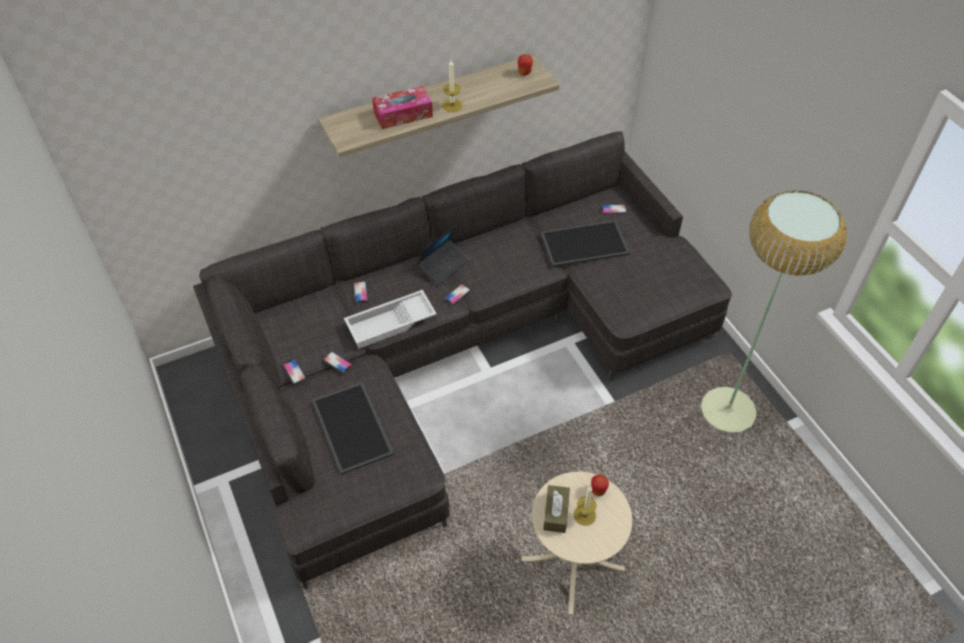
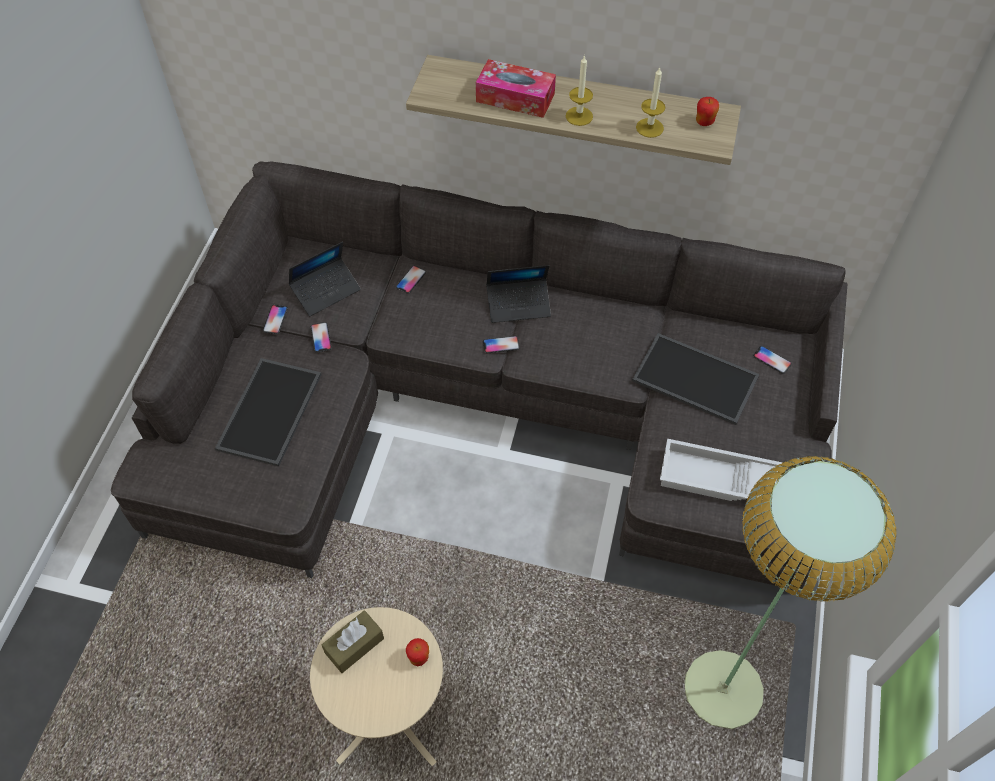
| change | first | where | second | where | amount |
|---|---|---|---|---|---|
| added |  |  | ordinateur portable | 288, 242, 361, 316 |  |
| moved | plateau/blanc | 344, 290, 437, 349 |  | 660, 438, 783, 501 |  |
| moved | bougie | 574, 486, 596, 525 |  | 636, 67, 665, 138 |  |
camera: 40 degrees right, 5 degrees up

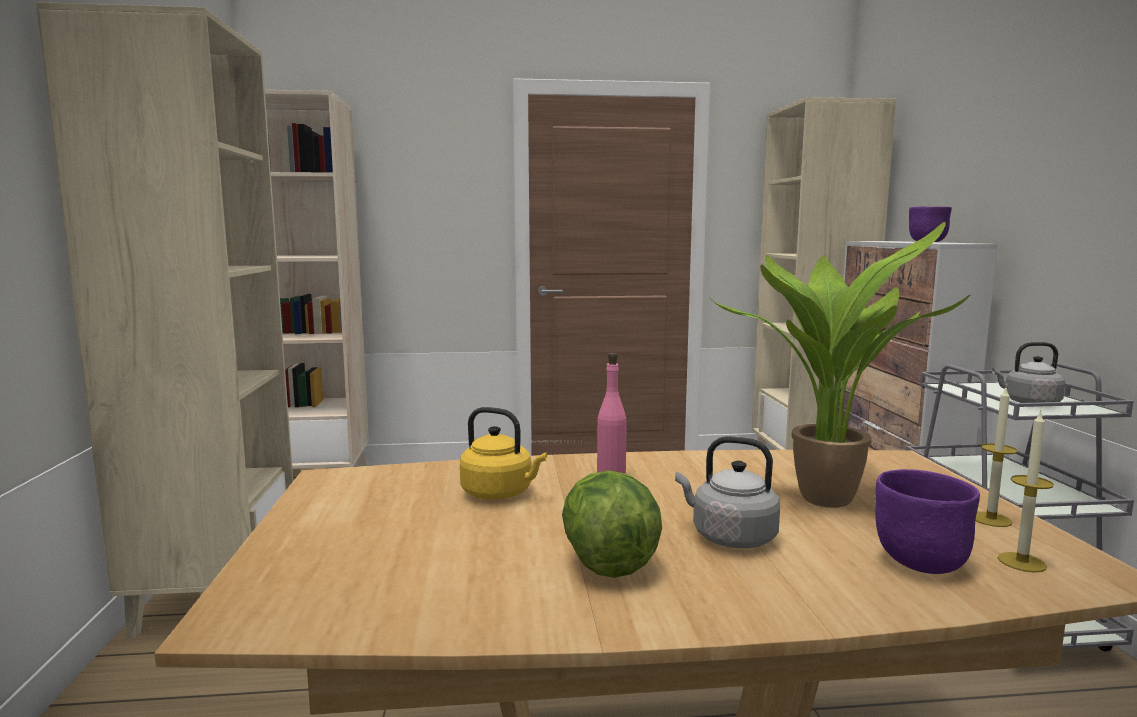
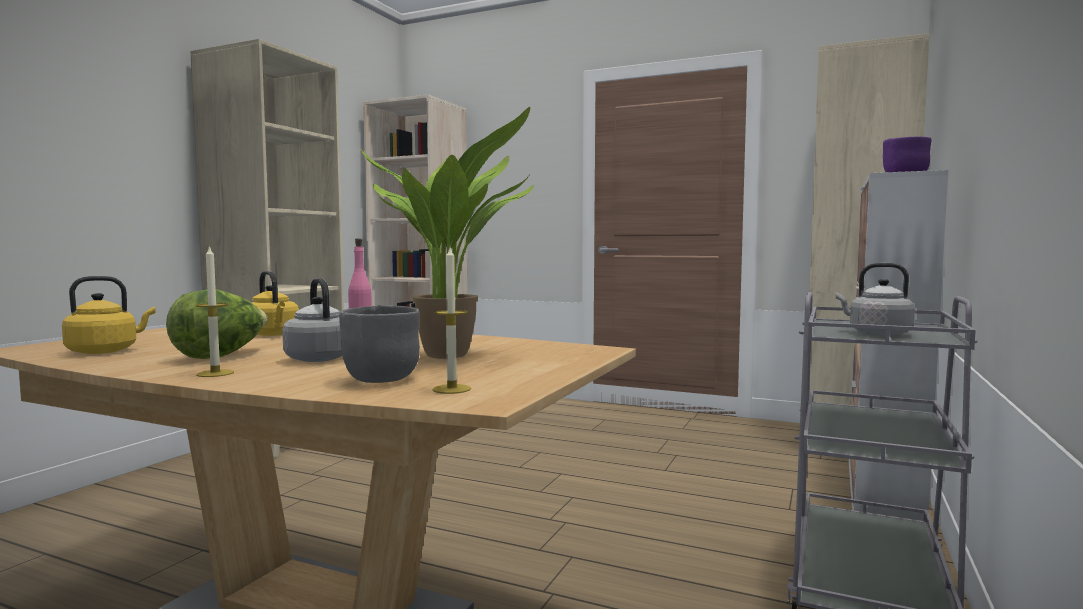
| change | first | where | second | where | amount |
|---|---|---|---|---|---|
| added |  |  | bouilloire/jaune | 62, 276, 156, 354 |  |
| moved | bougie | 975, 386, 1018, 527 |  | 196, 245, 234, 377 |  |
| recoloured | bol/violet | 875, 469, 980, 574 | bol/gris | 339, 305, 420, 383 |  |
camera: 30 degrees right, 5 degrees down

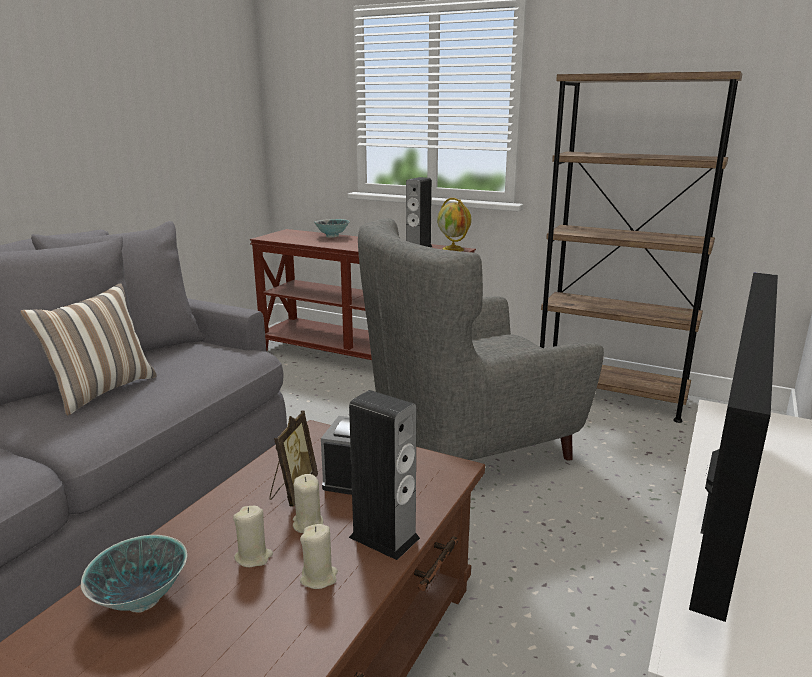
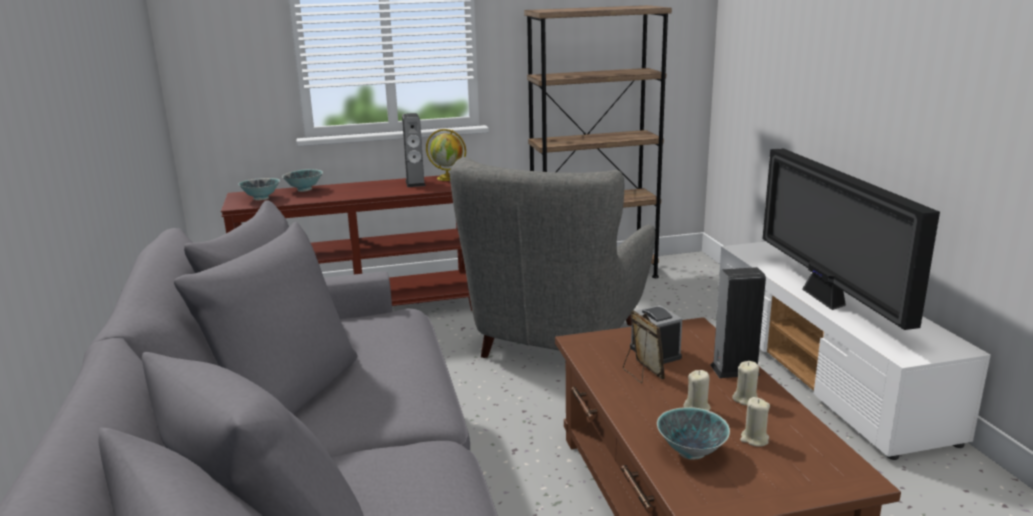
| change | first | where | second | where | amount |
|---|---|---|---|---|---|
| removed | coussin | 21, 283, 157, 415 |  |  |  |
| added |  |  | bol | 238, 178, 280, 201 |  |
| moved | bougie/beige | 293, 474, 323, 533 |  | 740, 397, 770, 447 |  |
camera: 40 degrees left, 0 degrees up

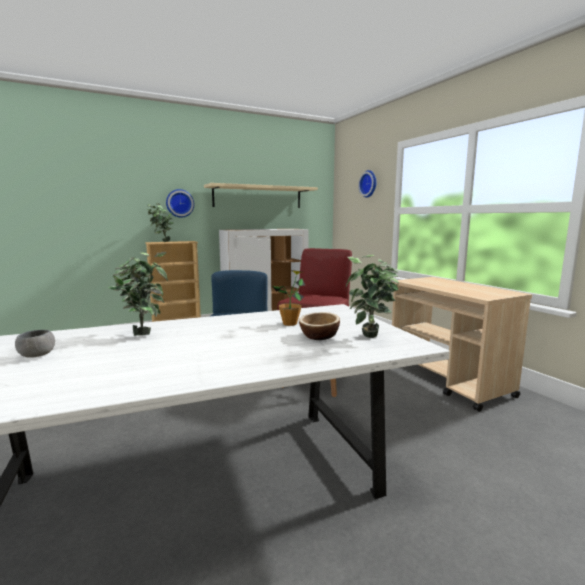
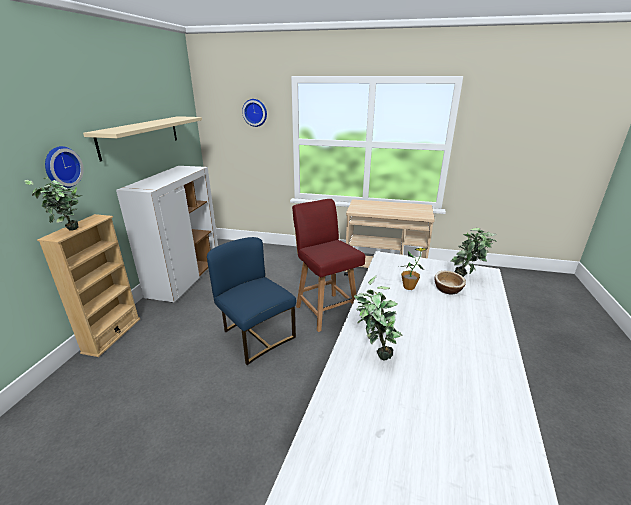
| change | first | where | second | where | amount |
|---|---|---|---|---|---|
| removed | bol/gris | 15, 330, 55, 358 |  |  |  |
camera: 50 degrees left, 15 degrees up

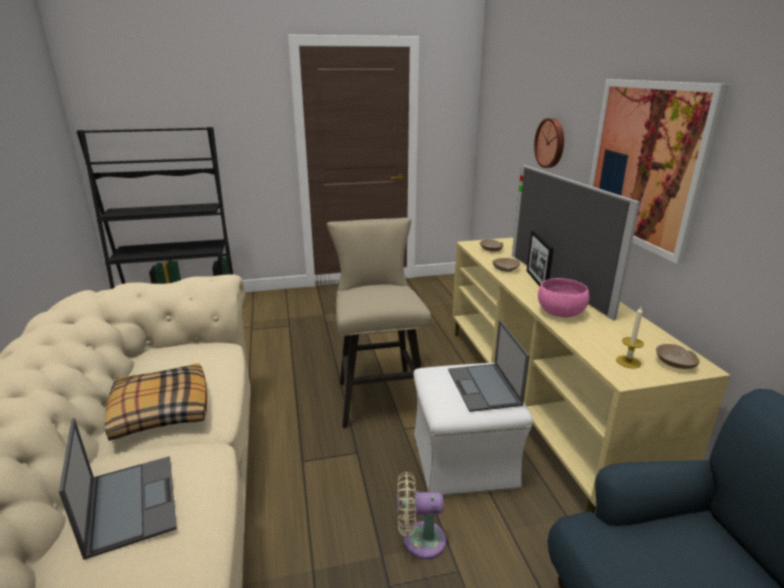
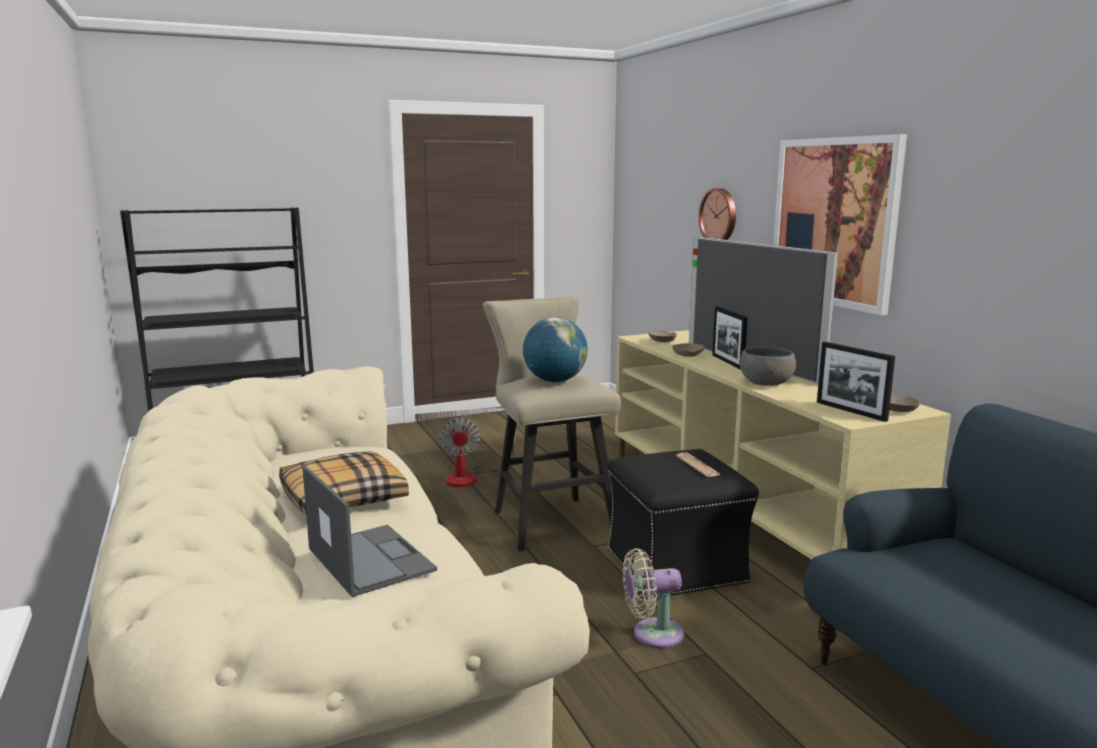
| change | first | where | second | where | amount |
|---|---|---|---|---|---|
| added |  |  | ventilateur | 439, 417, 516, 487 |  |
| added |  |  | globe | 523, 317, 588, 382 |  |
| replaced | ordinateur portable | 448, 320, 530, 412 | journal | 676, 453, 721, 477 |  |
| replaced | bougie | 616, 307, 644, 369 | cadre photo | 817, 342, 895, 422 |  |
| recoloured | pouf/blanc | 413, 363, 533, 496 | pouf/noir | 608, 449, 759, 599 |  |
| recoloured | bol/rose | 538, 278, 589, 317 | bol/gris | 740, 347, 796, 386 |  |
camera: 10 degrees left, 10 degrees down

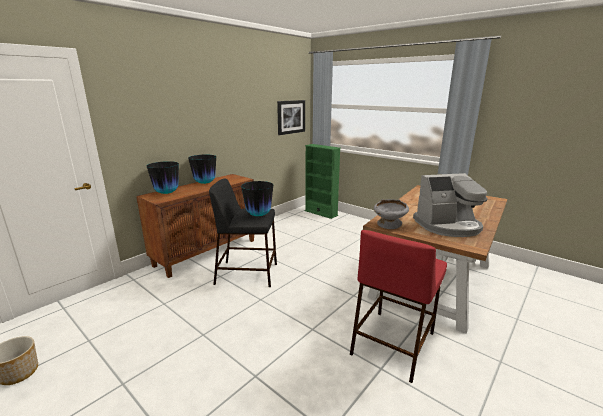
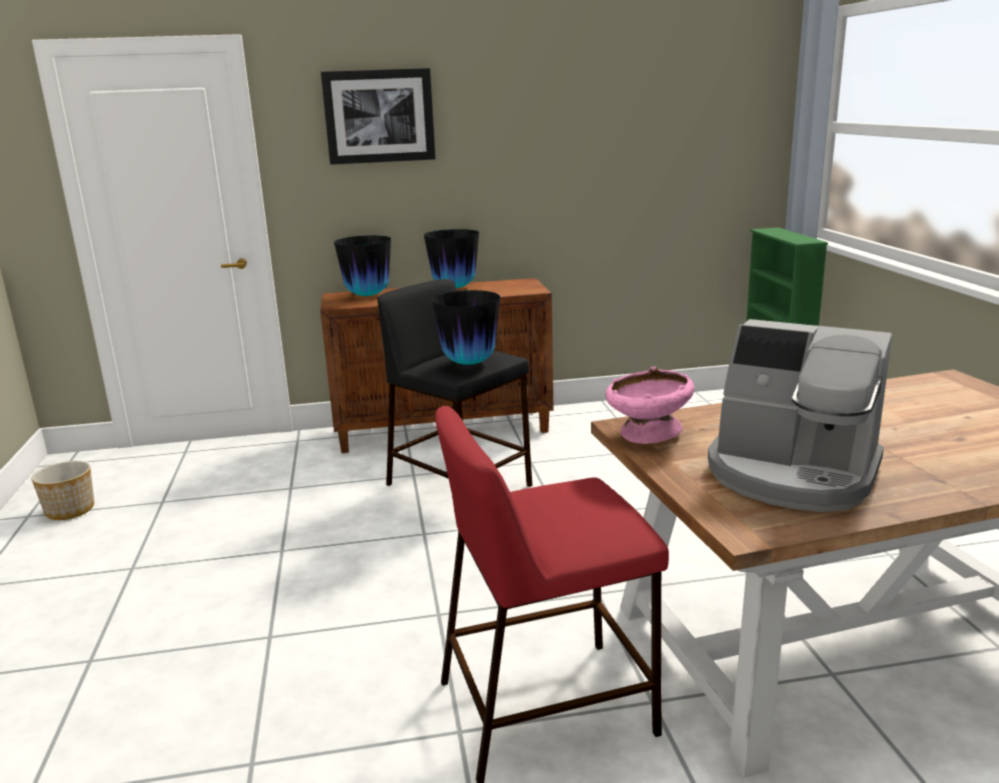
| change | first | where | second | where | amount |
|---|---|---|---|---|---|
| moved | tableau | 277, 100, 305, 135 |  | 321, 68, 436, 165 |  |
| recoloured | bol/gris | 374, 199, 409, 229 | bol/rose | 605, 367, 694, 444 |  |
camera: 40 degrees right, 0 degrees up

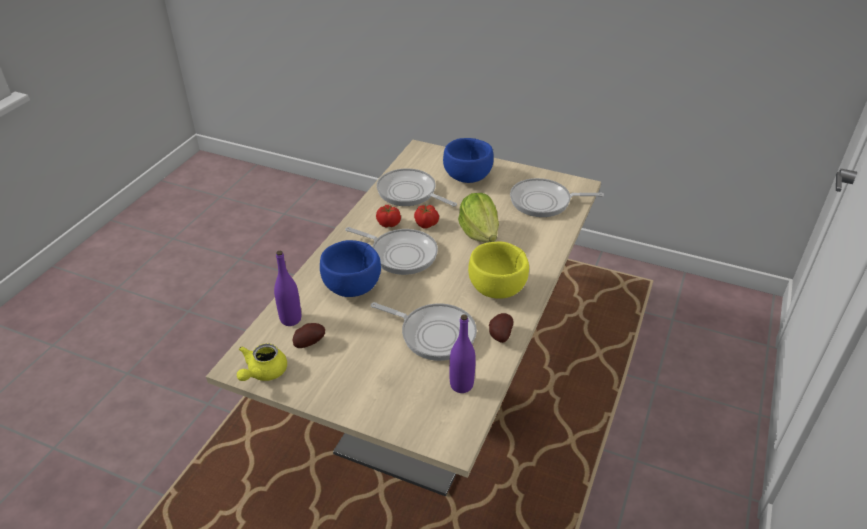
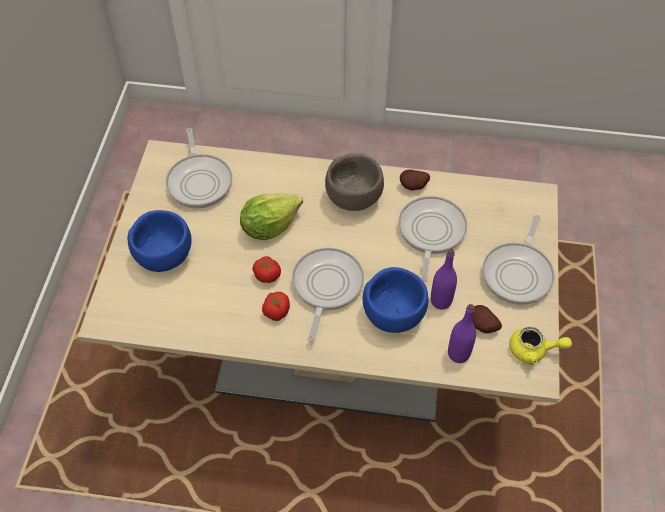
| change | first | where | second | where | amount |
|---|---|---|---|---|---|
| moved | poêle | 377, 168, 457, 207 |  | 482, 215, 555, 305 |  |
| moved | bouteille/violet | 450, 315, 476, 393 |  | 431, 249, 457, 310 |  |
| recoloured | bol/jaune | 468, 242, 529, 299 | bol/marron | 325, 153, 384, 211 |  |
camera: 105 degrees left, 15 degrees up

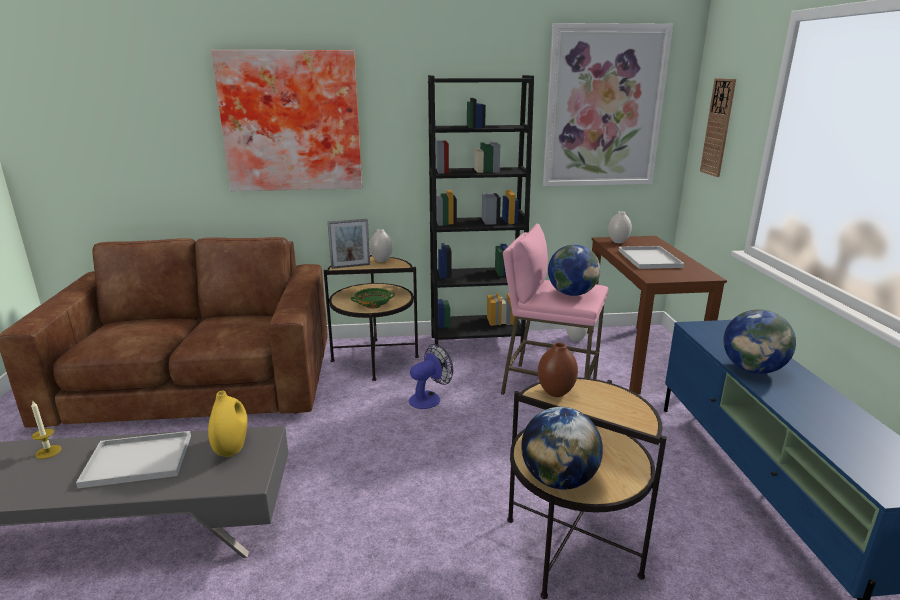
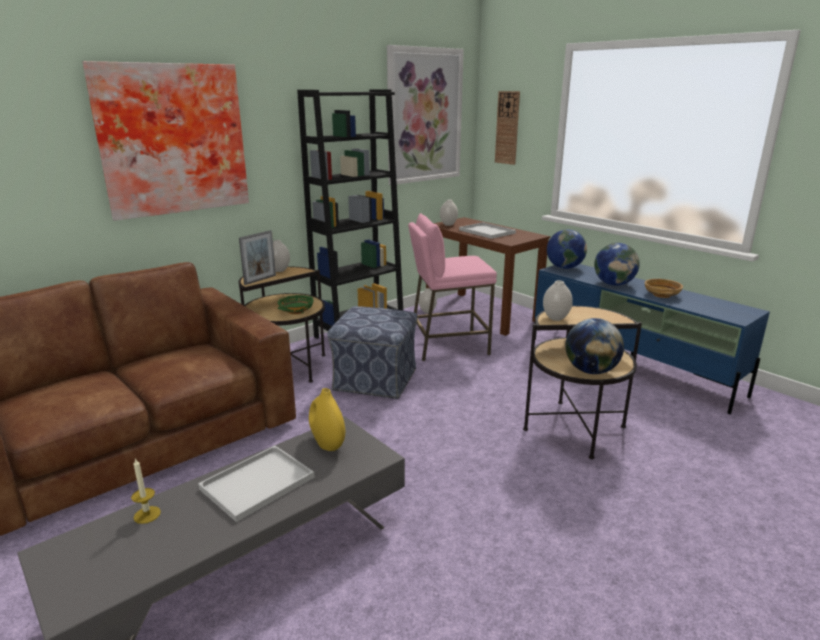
| change | first | where | second | where | amount |
|---|---|---|---|---|---|
| added |  |  | bol/beige | 644, 279, 683, 298 |  |
| moved | globe | 548, 244, 600, 296 |  | 547, 229, 587, 269 |  |
| replaced | ventilateur | 409, 344, 453, 409 | pouf | 327, 306, 417, 399 |  |
| recoloured | vase/marron | 538, 343, 578, 397 | vase/blanc | 543, 280, 573, 321 |  |
camera: 35 degrees left, 0 degrees up

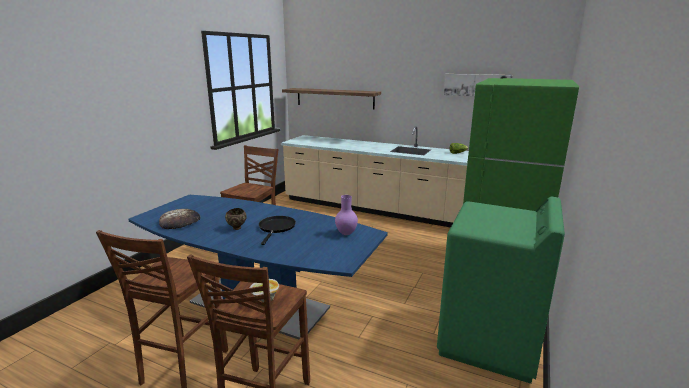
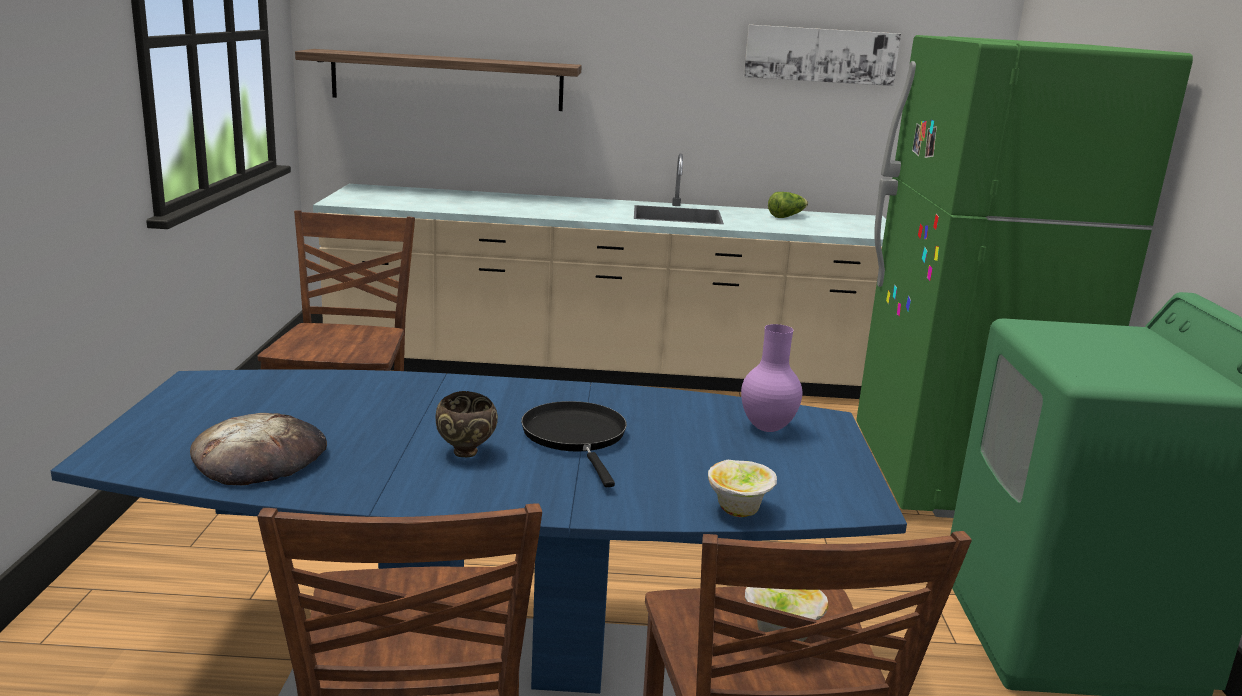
| change | first | where | second | where | amount |
|---|---|---|---|---|---|
| added |  |  | bol | 708, 460, 777, 517 |  |
camera: 25 degrees left, 0 degrees up

